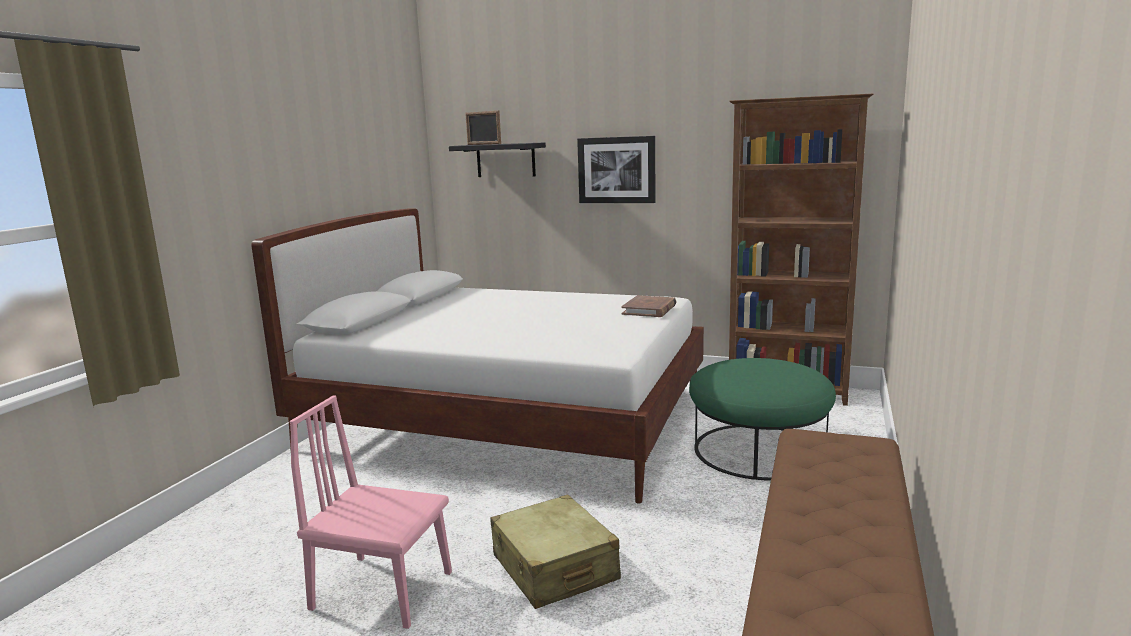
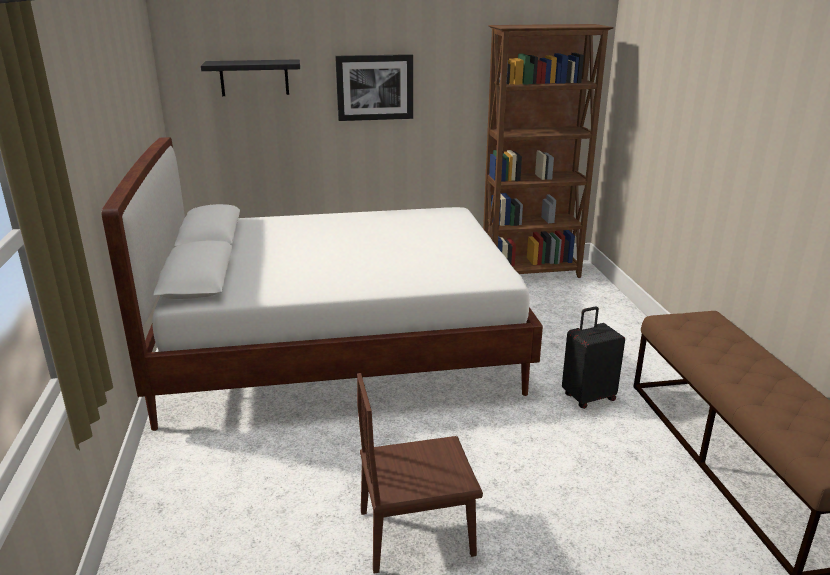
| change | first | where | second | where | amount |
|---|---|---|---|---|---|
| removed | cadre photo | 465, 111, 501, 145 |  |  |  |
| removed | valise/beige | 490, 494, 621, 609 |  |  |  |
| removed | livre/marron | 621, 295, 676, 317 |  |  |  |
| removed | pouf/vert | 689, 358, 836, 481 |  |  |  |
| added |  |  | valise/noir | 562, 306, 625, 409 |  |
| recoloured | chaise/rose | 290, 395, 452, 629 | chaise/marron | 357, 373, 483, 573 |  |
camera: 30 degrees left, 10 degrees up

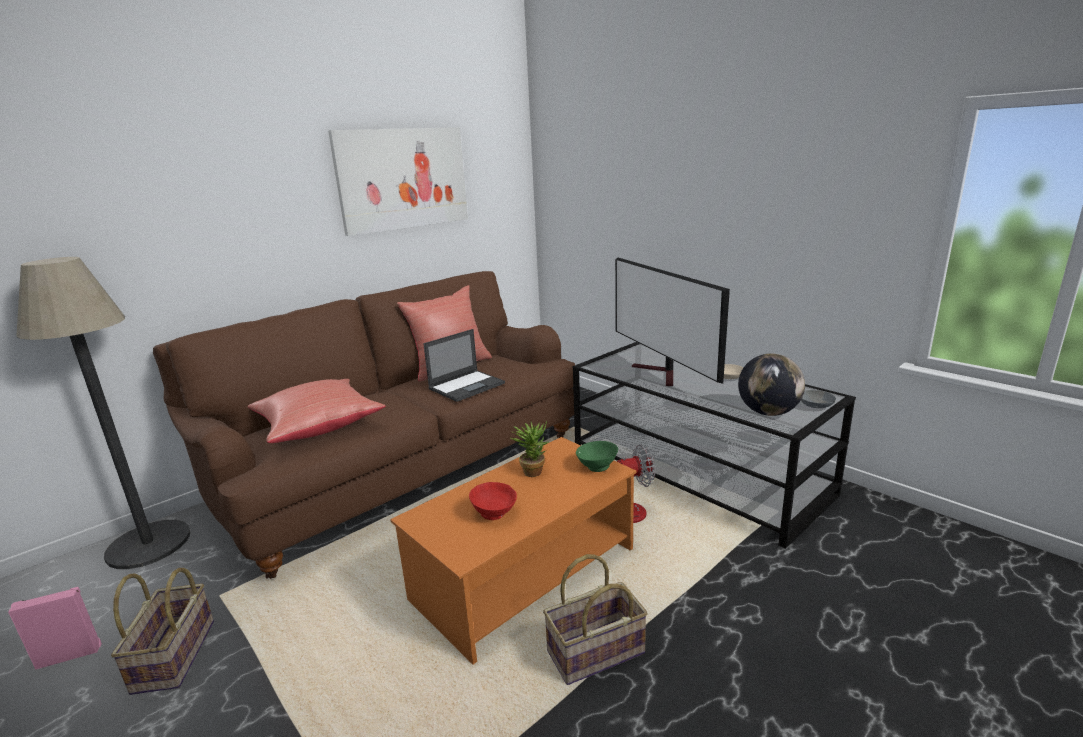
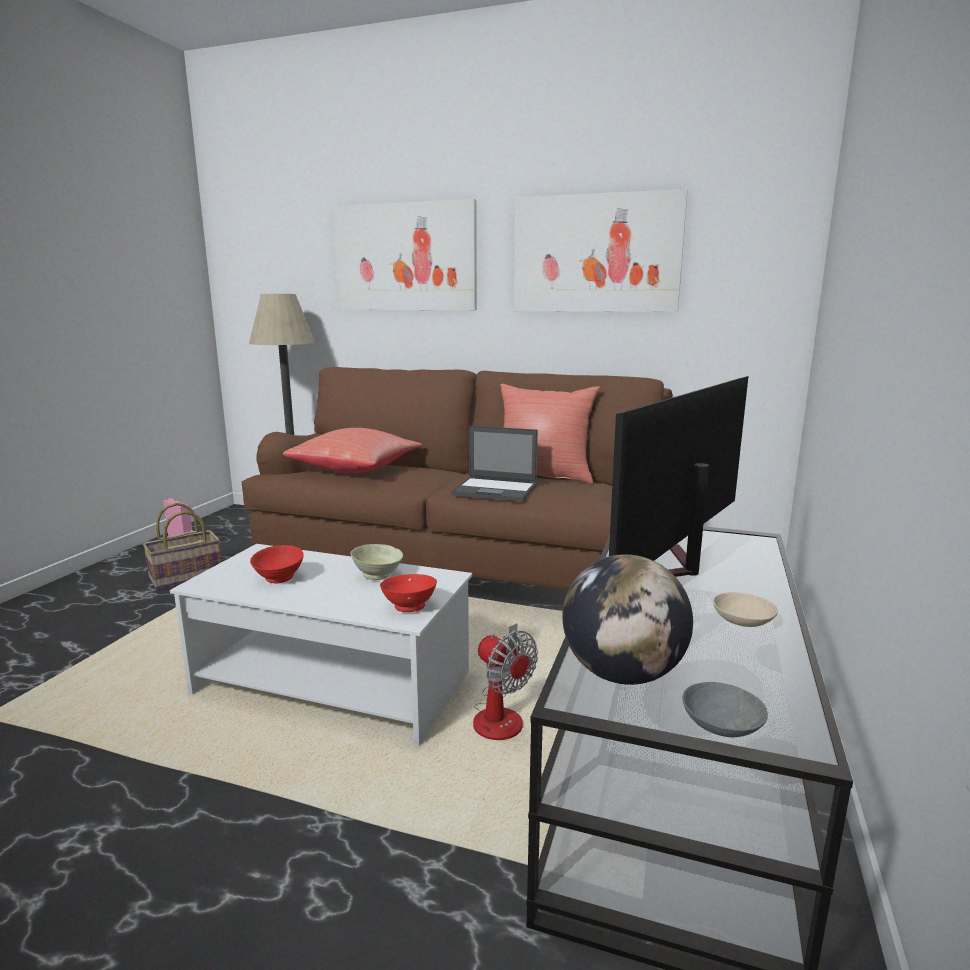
| change | first | where | second | where | amount |
|---|---|---|---|---|---|
| removed | panier | 543, 554, 648, 685 |  |  |  |
| added |  |  | tableau | 333, 199, 477, 310 |  |
| replaced | plante en pot | 511, 421, 549, 477 | bol/beige | 351, 544, 403, 580 |  |
| recoloured | table basse/orange | 390, 437, 636, 664 | table basse/blanc | 170, 544, 472, 746 |  |
| recoloured | bol/vert | 576, 441, 618, 472 | bol/rouge | 380, 574, 437, 612 |  |
camera: 60 degrees right, 5 degrees down

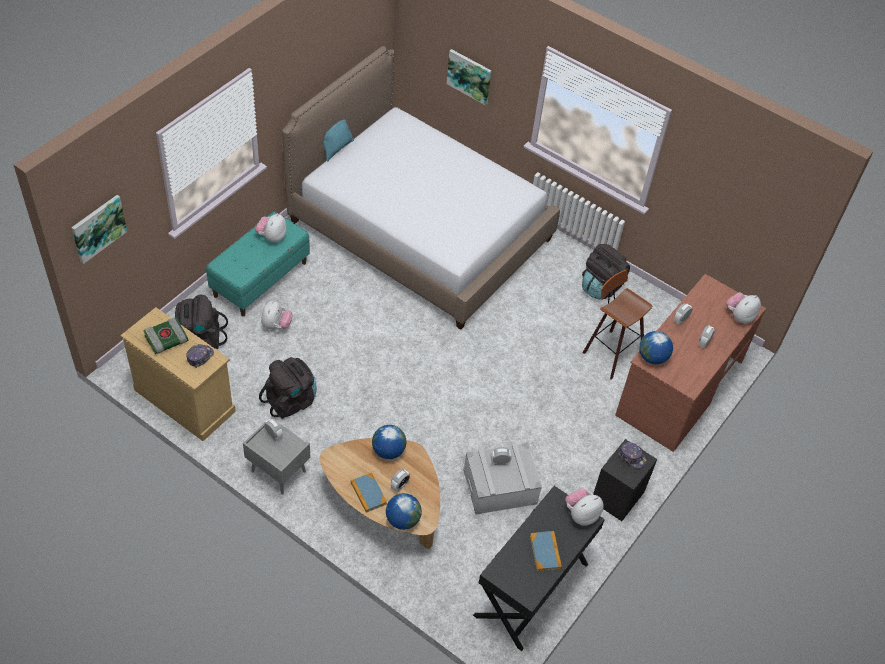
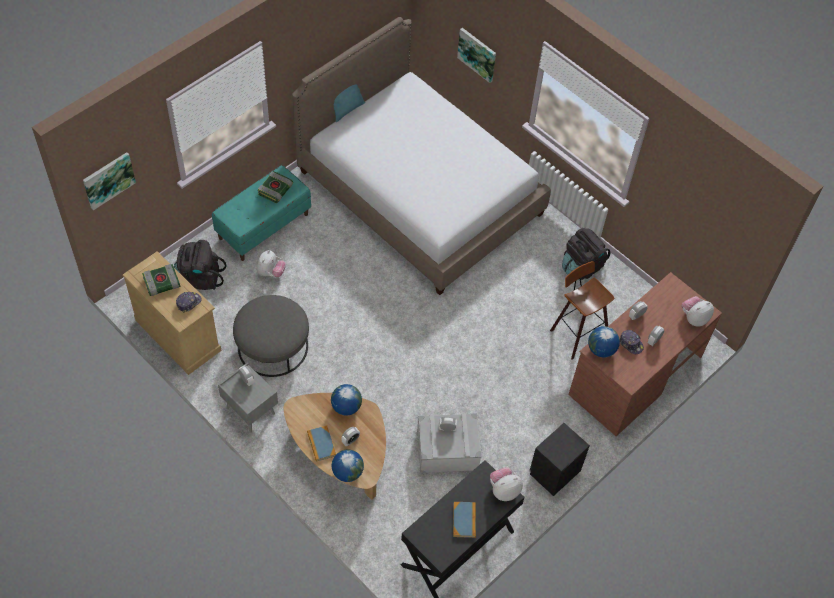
| change | first | where | second | where | amount |
|---|---|---|---|---|---|
| moved | casquette | 618, 442, 647, 469 |  | 619, 330, 644, 354 |  |
| replaced | peluche | 255, 213, 286, 243 | livre | 258, 171, 293, 203 |  |
| replaced | sac à dos/noir | 259, 357, 317, 419 | pouf/gris | 233, 295, 309, 377 |  |
camera: 10 degrees right, 5 degrees up

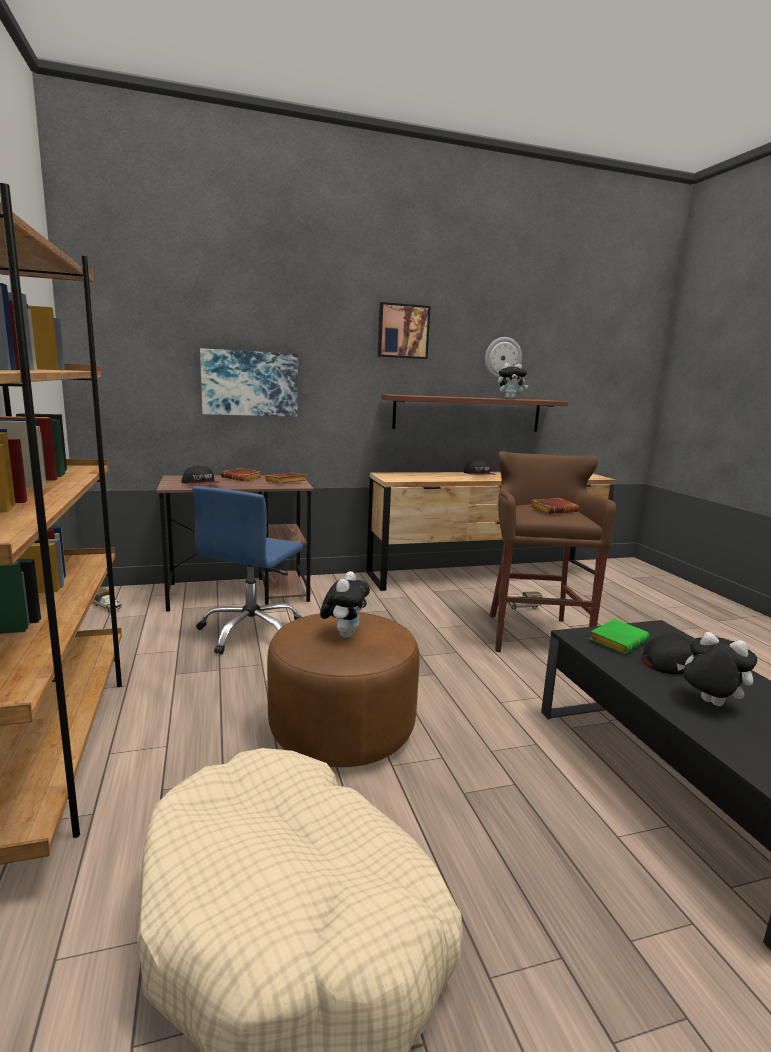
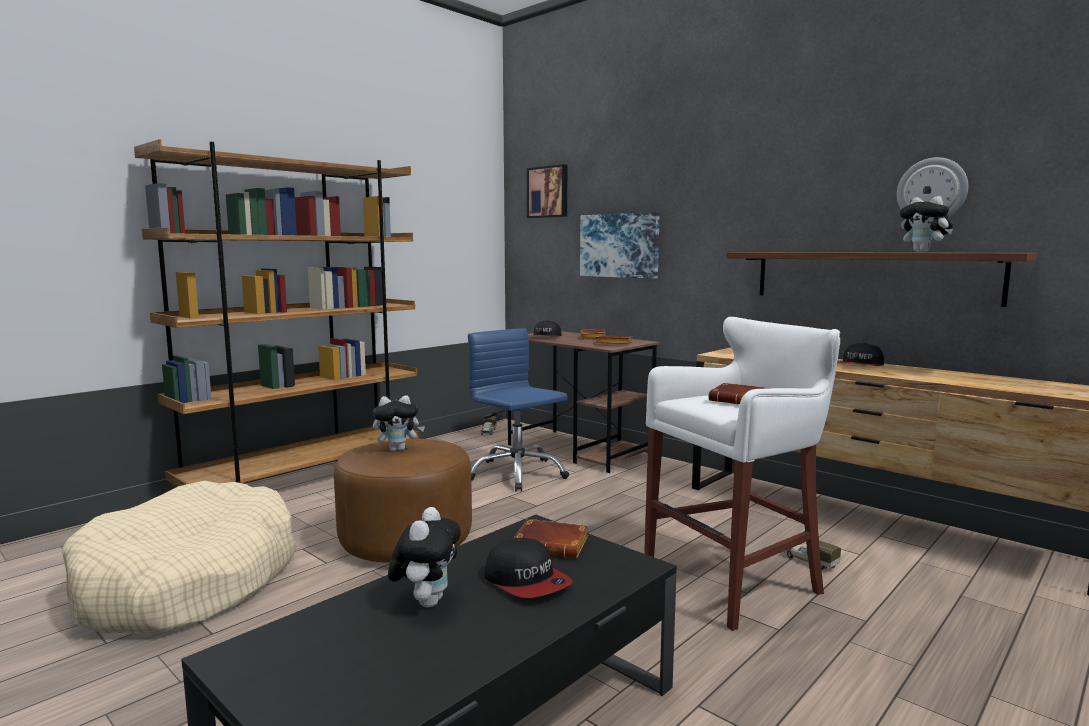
| change | first | where | second | where | amount |
|---|---|---|---|---|---|
| moved | tableau | 378, 302, 431, 359 |  | 527, 164, 567, 218 |  |
| recoloured | tabouret/marron | 489, 451, 616, 652 | tabouret/blanc | 644, 317, 840, 631 |  |
| recoloured | livre/vert | 589, 619, 649, 654 | livre/marron | 513, 519, 588, 559 |  |
| turned | chaise de bureau/bleu | 192, 486, 303, 655 |  | 468, 328, 569, 492 | 60 degrees clockwise |
camera: 60 degrees right, 5 degrees down

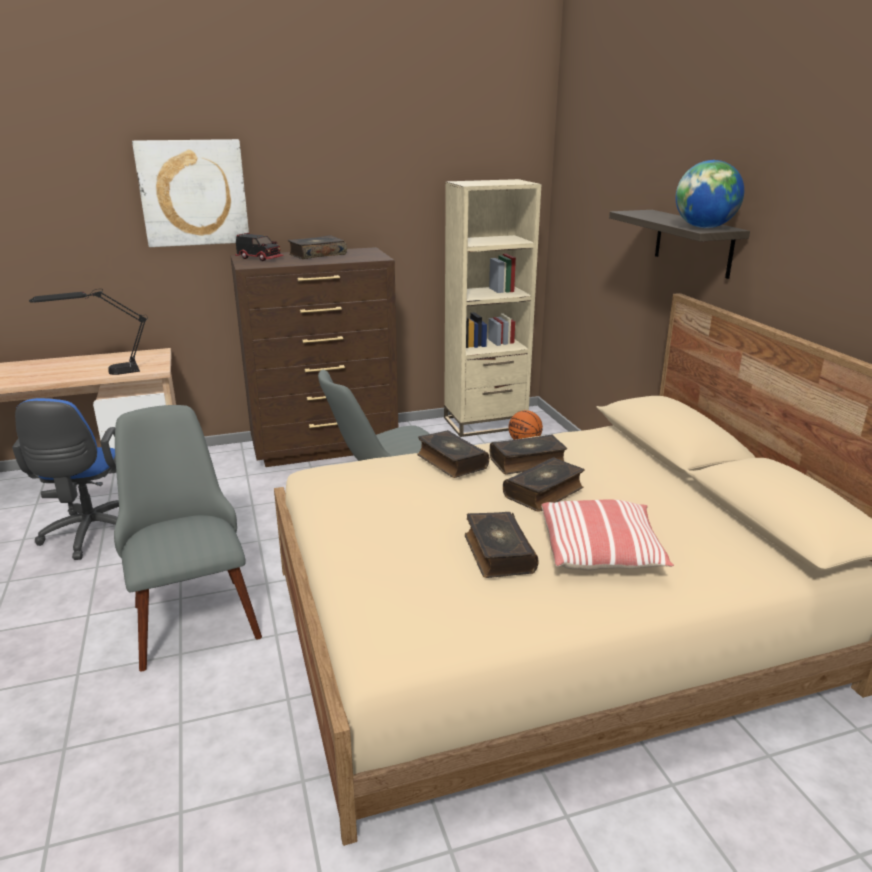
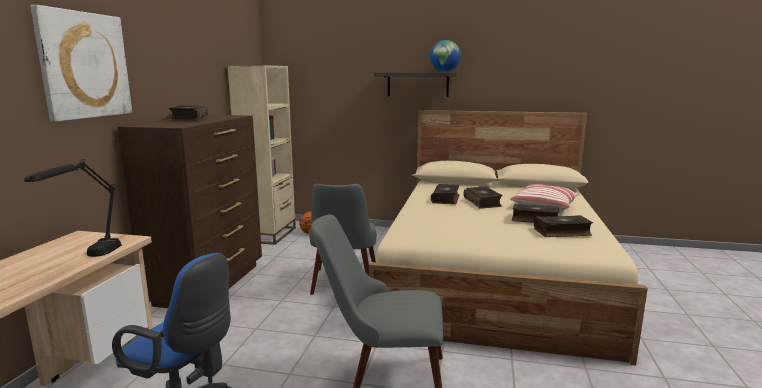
| change | first | where | second | where | amount |
|---|---|---|---|---|---|
| removed | camion jouet | 235, 233, 284, 261 |  |  |  |
| moved | livre | 417, 430, 489, 478 |  | 534, 215, 593, 237 |  |
camera: 60 degrees left, 10 degrees down

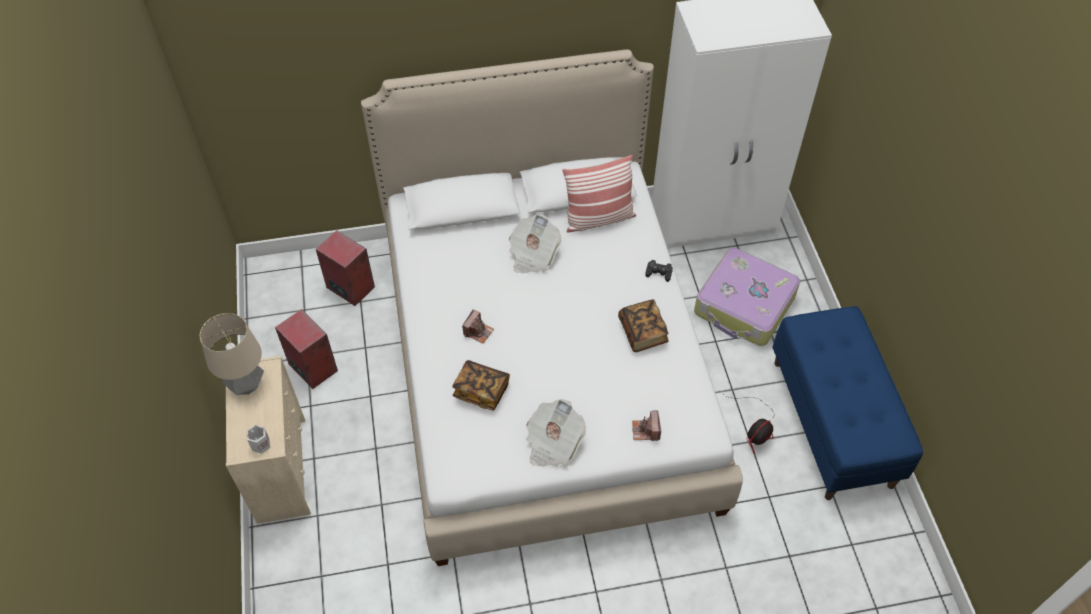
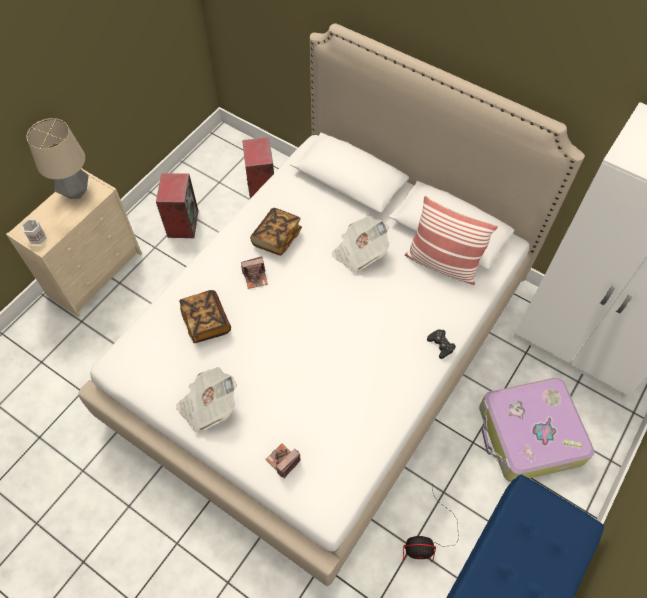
| change | first | where | second | where | amount |
|---|---|---|---|---|---|
| moved | livre | 618, 299, 668, 352 |  | 250, 208, 302, 256 |  |
camera: 45 degrees right, 5 degrees up

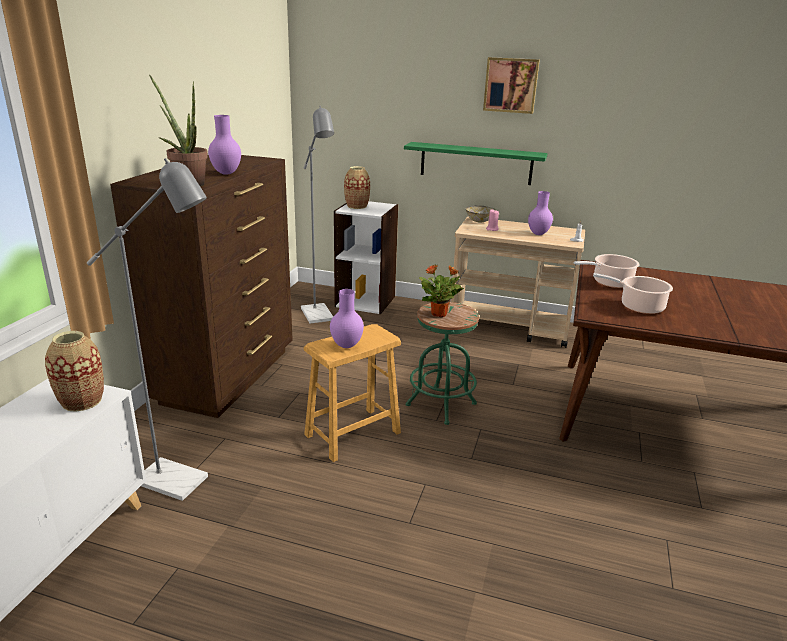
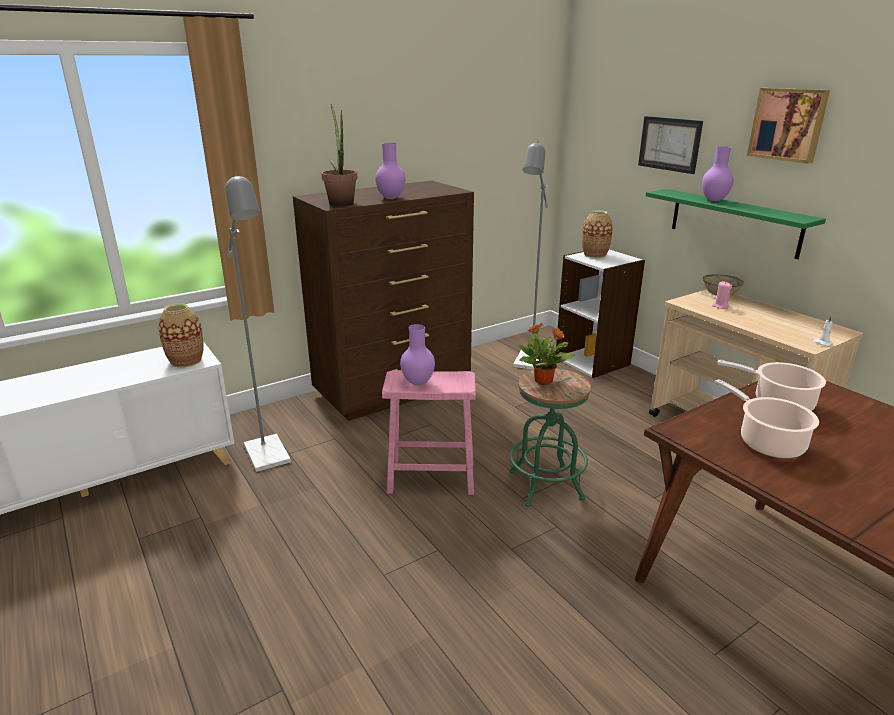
| change | first | where | second | where | amount |
|---|---|---|---|---|---|
| added |  |  | tableau | 638, 116, 703, 174 |  |
| moved | vase/violet | 528, 191, 553, 235 |  | 702, 146, 734, 201 |  |
| recoloured | tabouret/marron | 304, 324, 401, 462 | tabouret/rose | 382, 370, 476, 495 |  |
camera: 40 degrees right, 0 degrees up

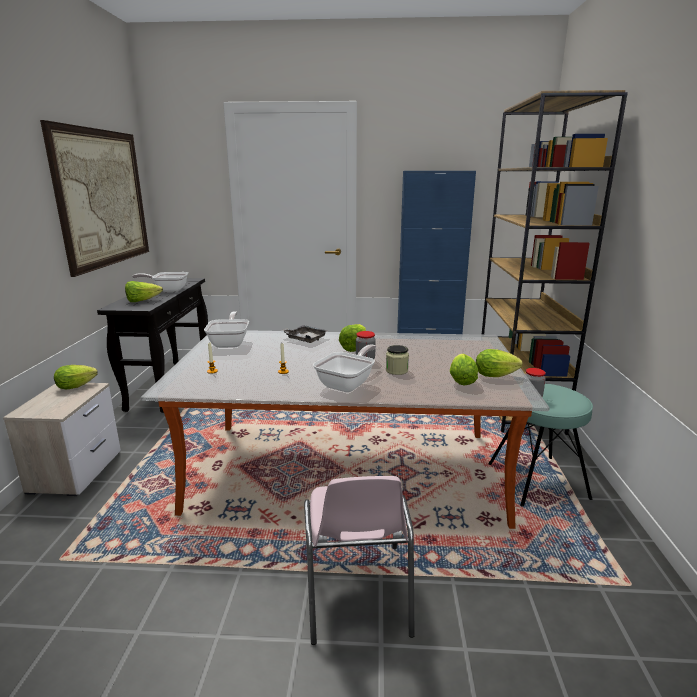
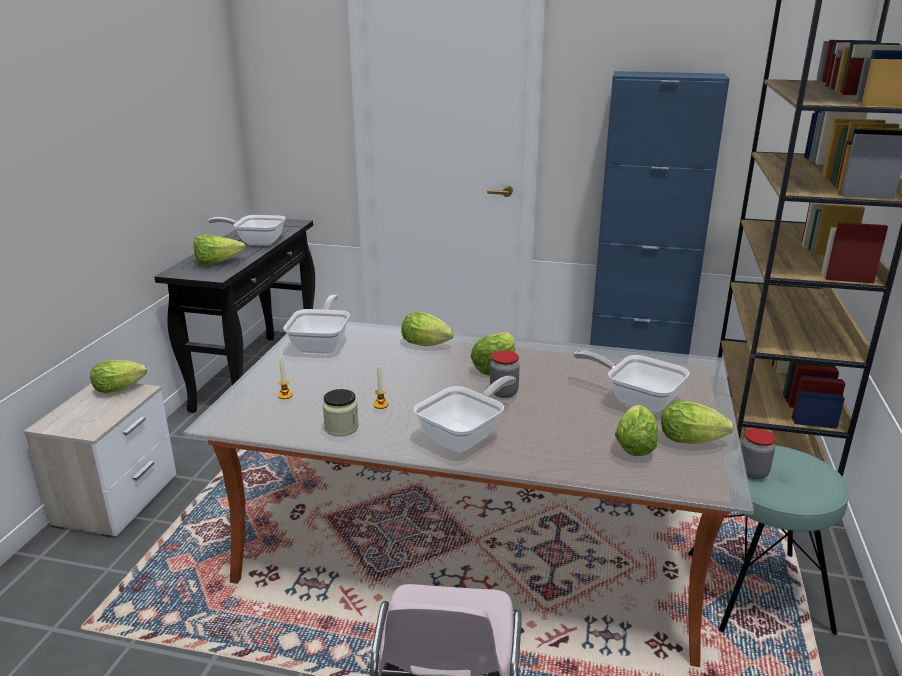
| change | first | where | second | where | amount |
|---|---|---|---|---|---|
| removed | tableau | 40, 120, 149, 277 |  |  |  |
| added |  |  | poêle | 573, 351, 689, 413 |  |
| moved | bocal | 386, 345, 409, 375 |  | 323, 389, 359, 436 |  |
| replaced | plateau/gris | 281, 325, 327, 343 | laitue | 401, 312, 454, 346 |  |
camera: 10 degrees right, 5 degrees up

